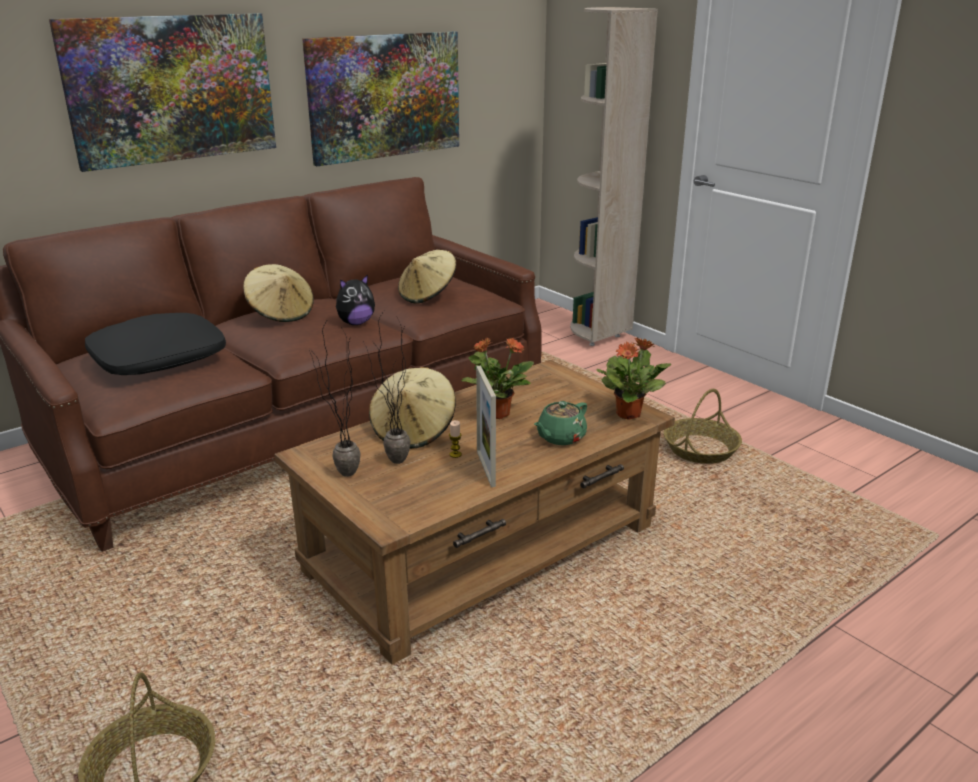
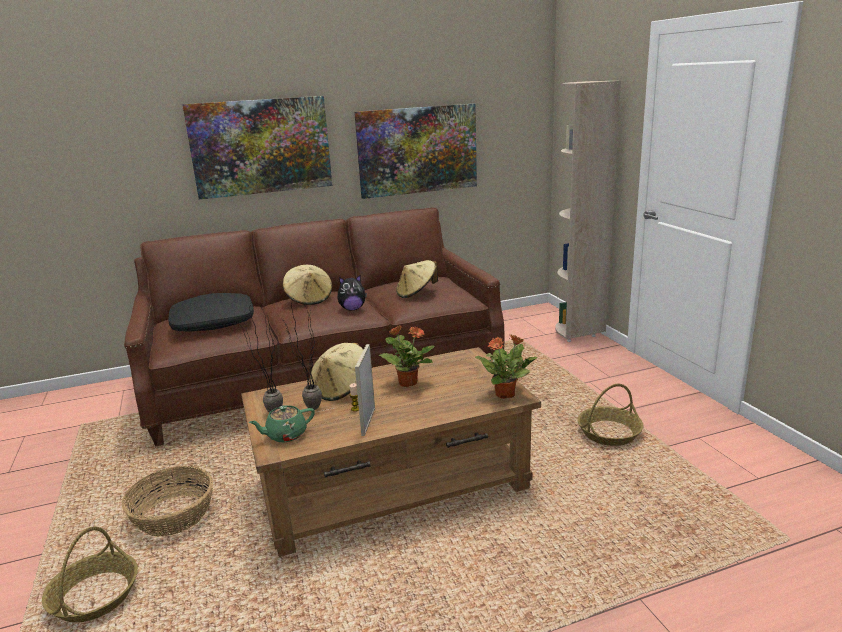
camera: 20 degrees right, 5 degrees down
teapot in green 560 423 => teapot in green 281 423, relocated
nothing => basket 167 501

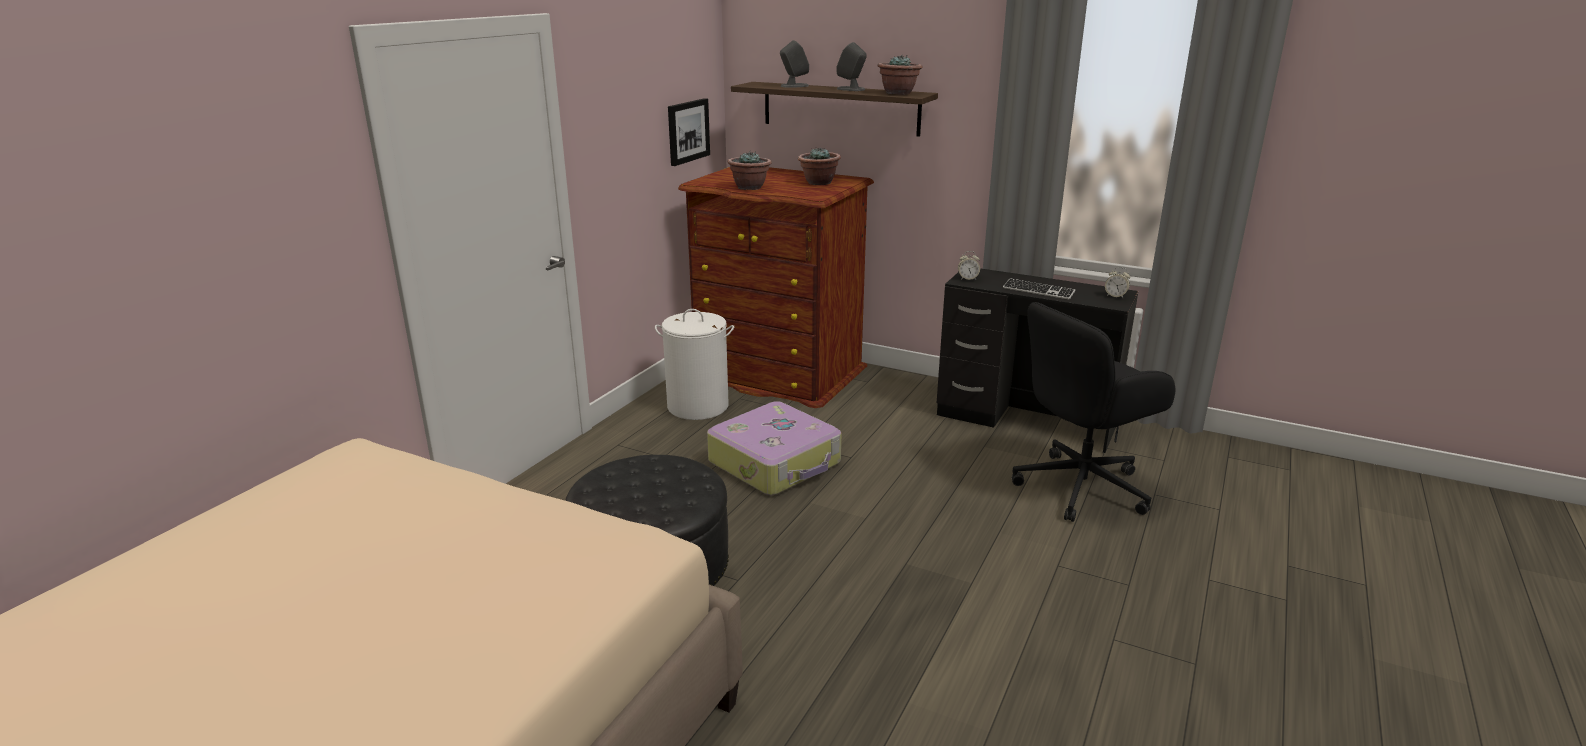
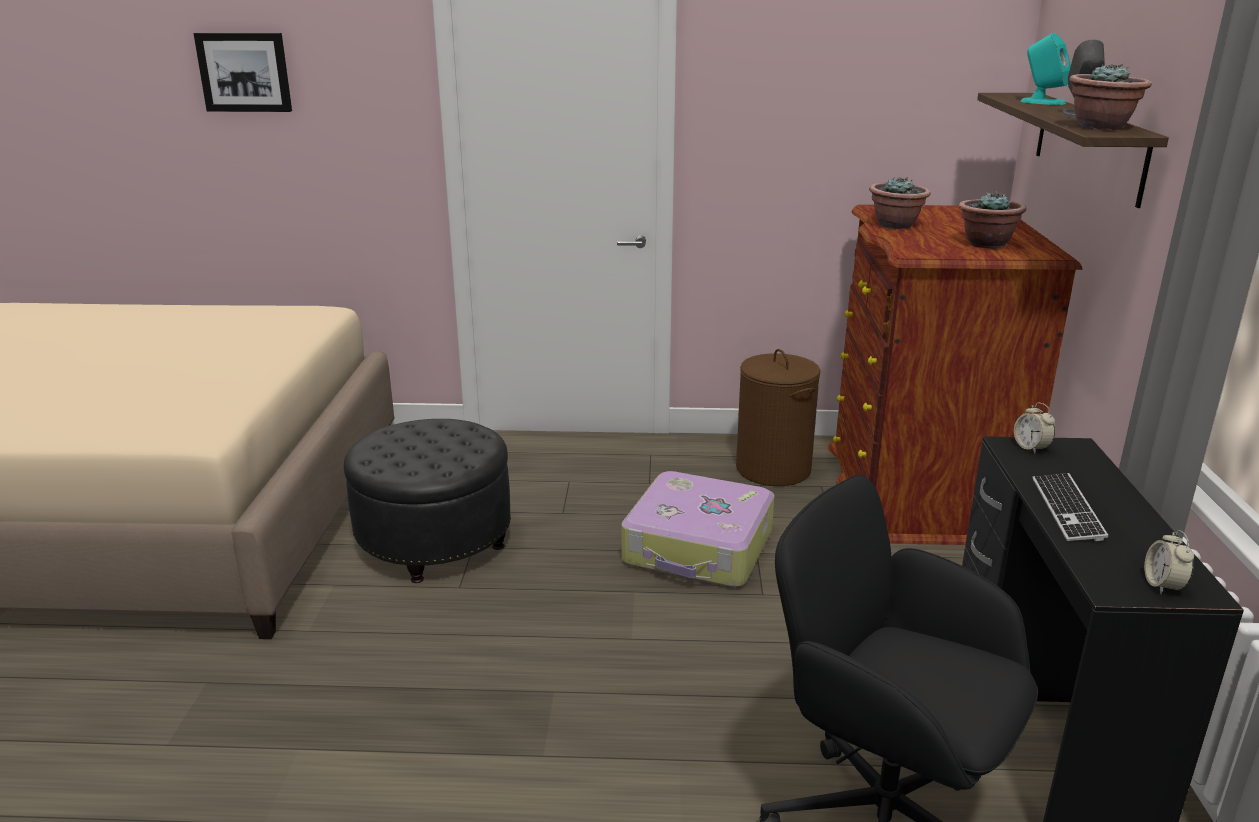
camera: 65 degrees right, 0 degrees up
laundry basket in white 694 364 => laundry basket in brown 778 417
picture 689 132 => picture 242 72, relocated
speaker in grey 794 64 => speaker in turquoise 1045 69

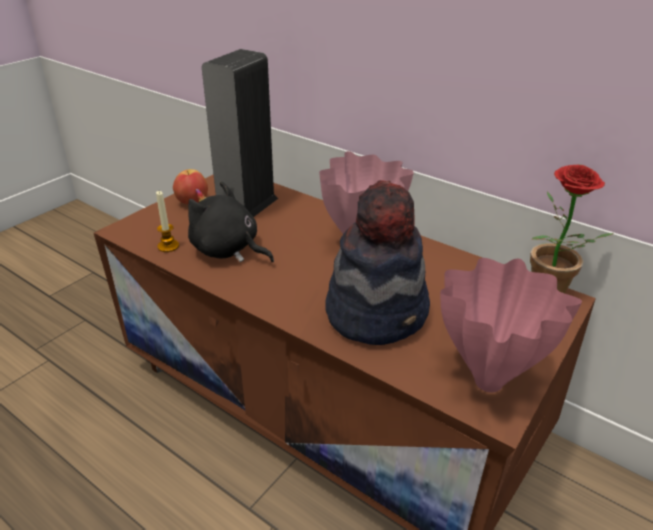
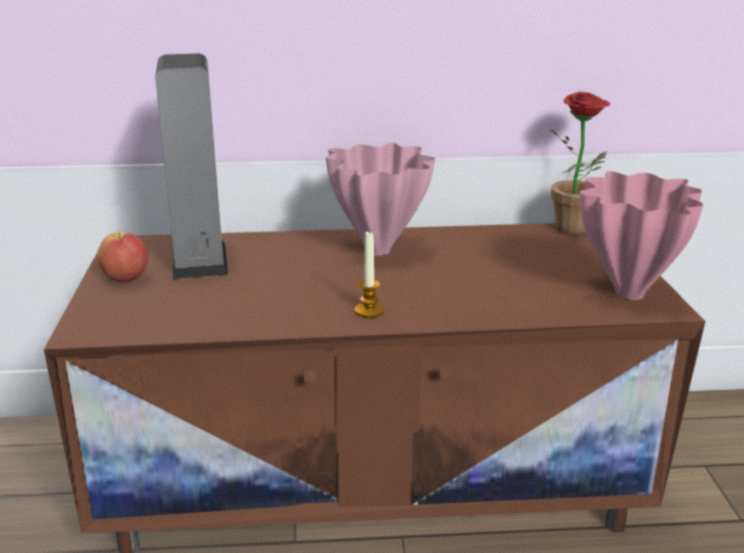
camera: 40 degrees left, 10 degrees down
candle 167 221 => candle 369 274, relocated
plush toy in black 231 221 => nothing
hat 377 262 => nothing

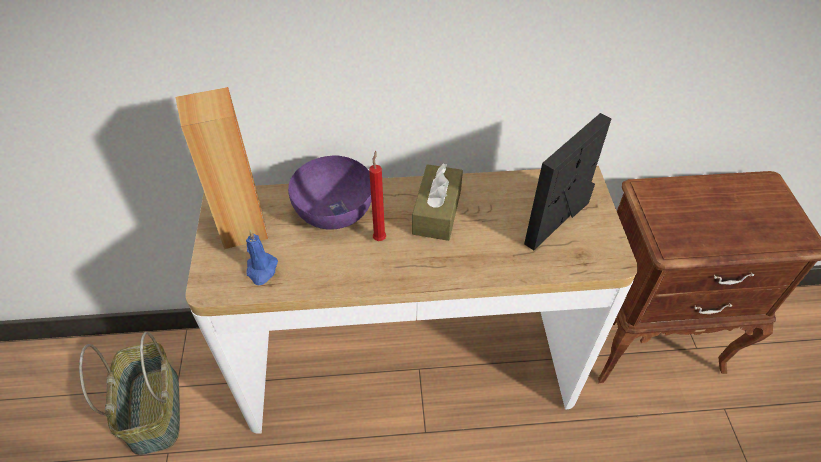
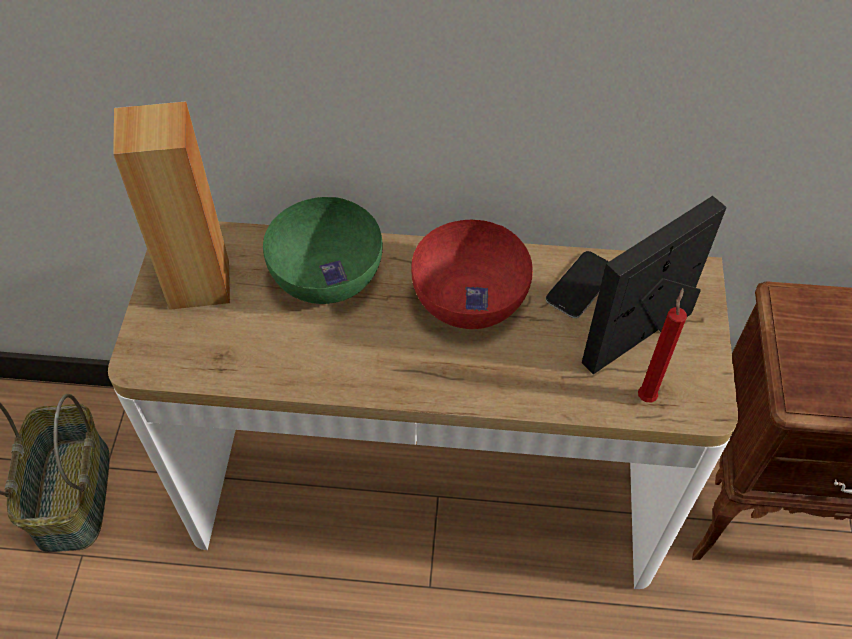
camera: 10 degrees right, 5 degrees up
candle in blue 262 257 => nothing
bowl in purple 329 192 => bowl in green 323 250
candle in red 377 196 => candle in red 662 345, relocated
tissue box in brown 437 202 => bowl in red 472 274
nothing => phone 577 284

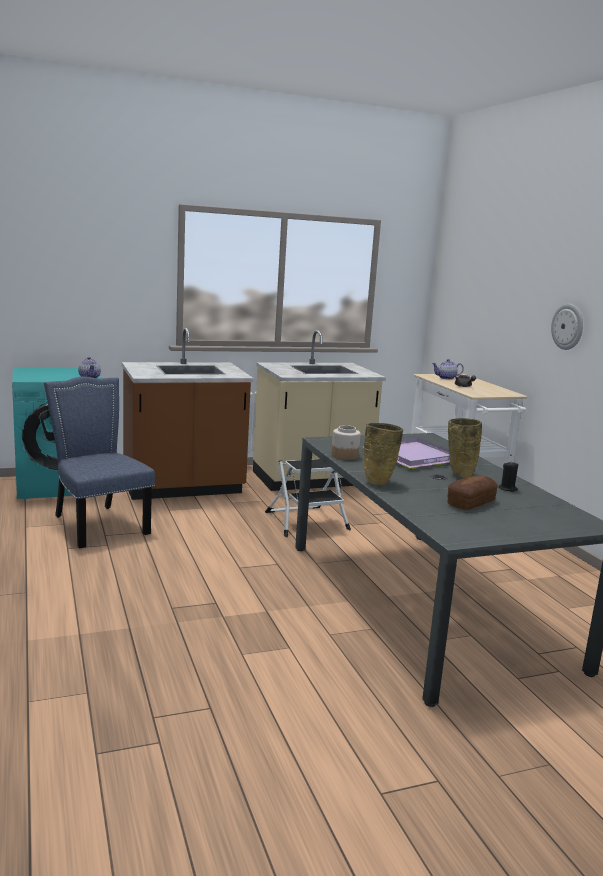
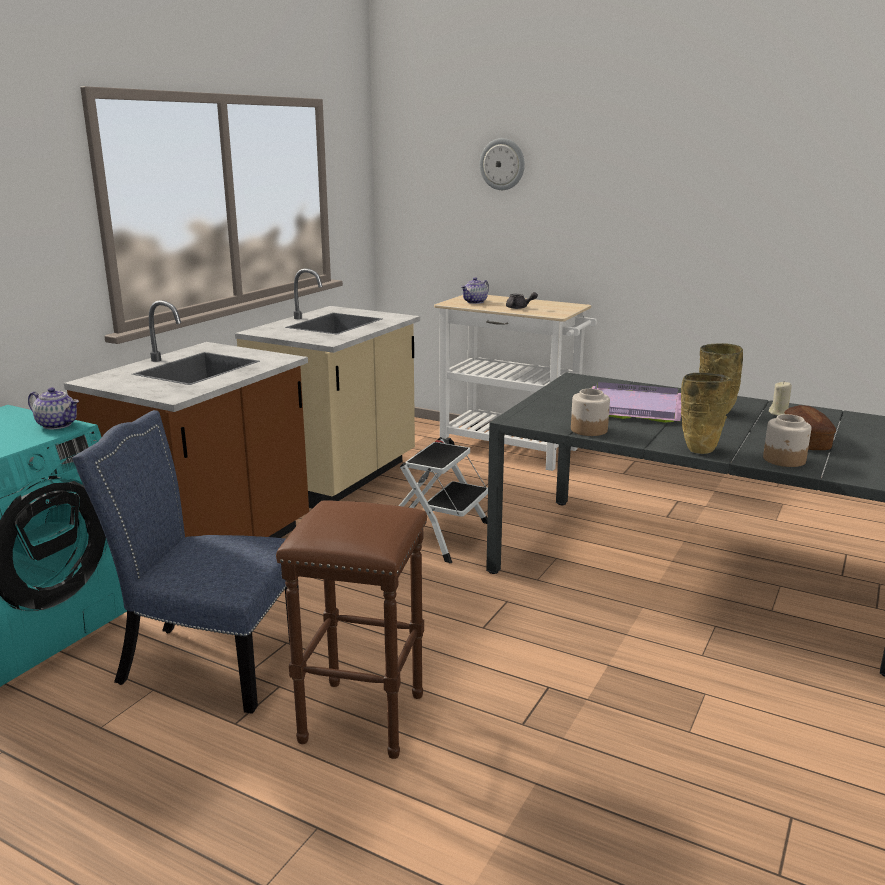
camera: 40 degrees left, 5 degrees up
candle in black 508 476 => candle in beige 780 398
wall clock 567 327 => wall clock 502 164, relocated
nothing => stool in brown 351 629
nothing => jar 787 440

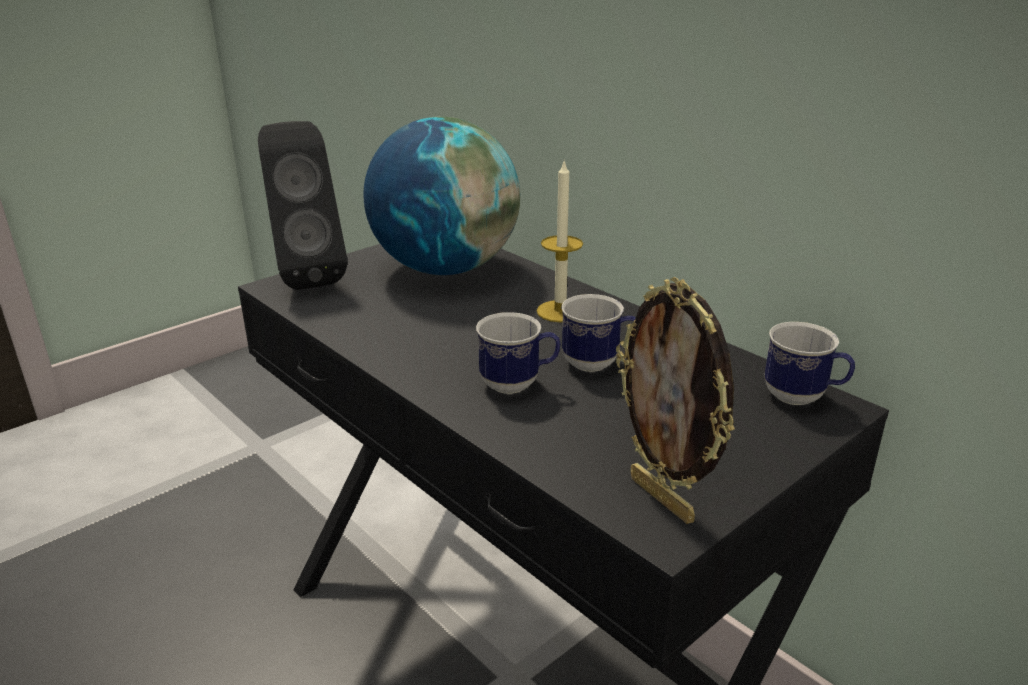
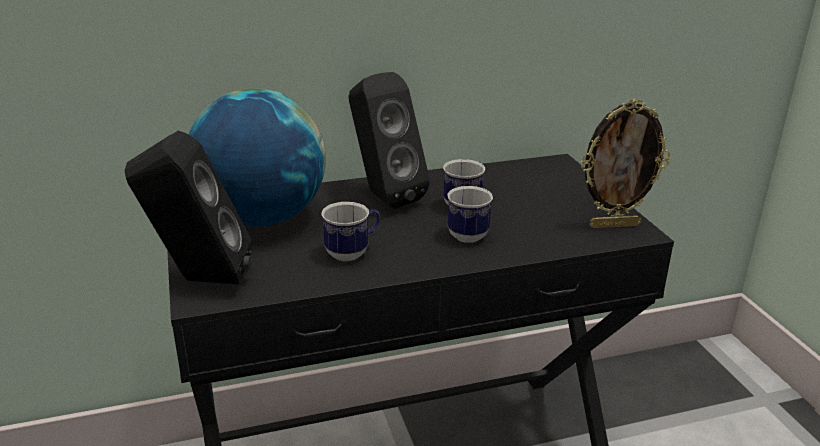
camera: 65 degrees left, 0 degrees up
candle 559 240 => speaker in black 389 140
mug 810 363 => mug 350 231, relocated

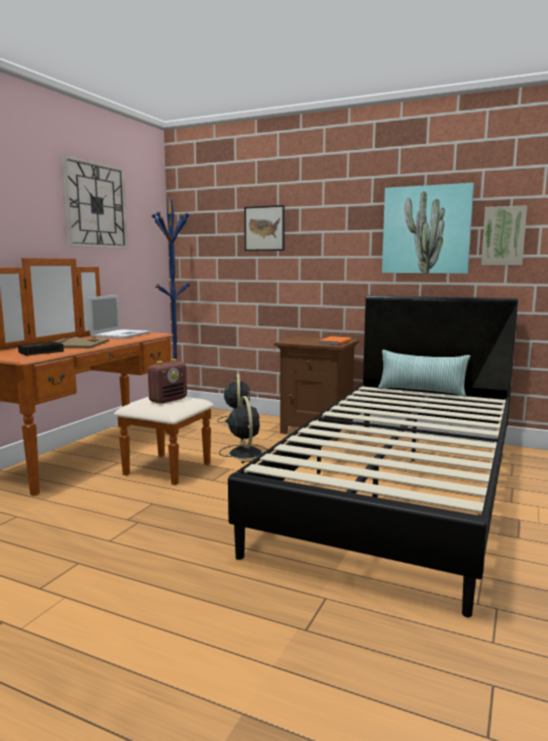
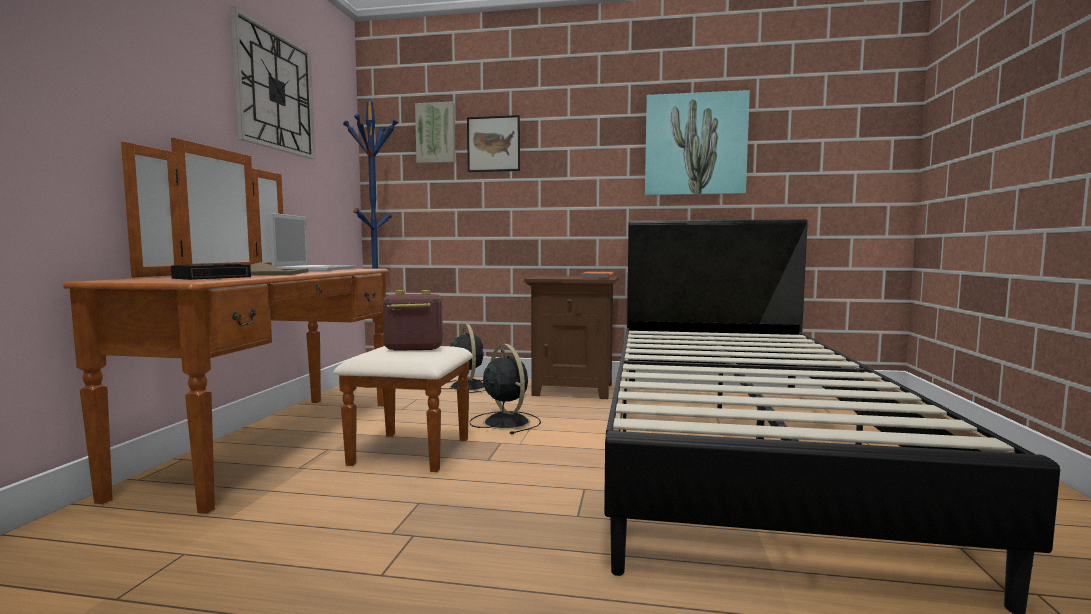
camera: 15 degrees left, 5 degrees down
radio 167 381 => radio 413 320, 120 degrees counterclockwise
pillow 424 373 => nothing
picture 504 235 => picture 435 132, relocated

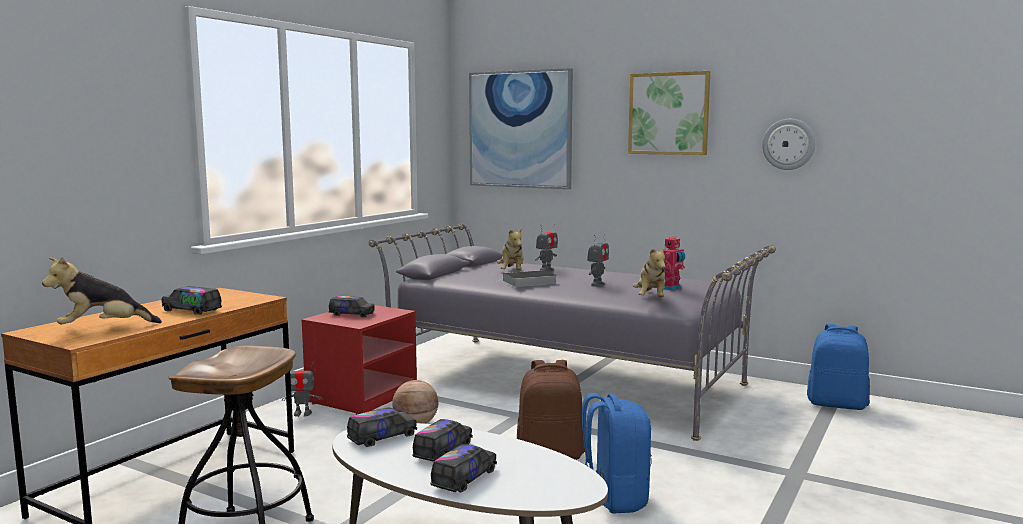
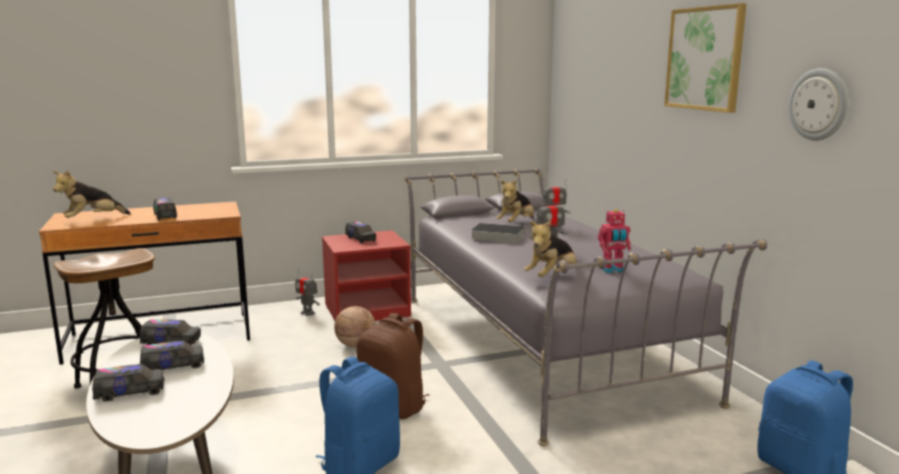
camera: 40 degrees right, 5 degrees up
plush toy 102 290 => plush toy 92 194, 60 degrees counterclockwise
picture 521 128 => nothing

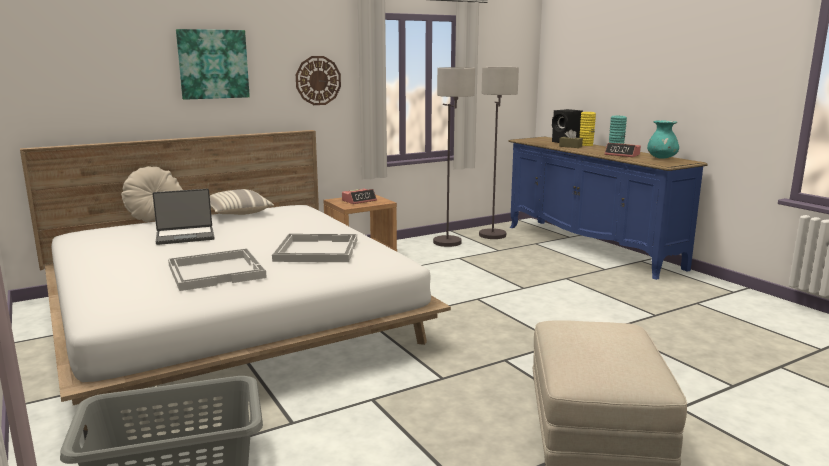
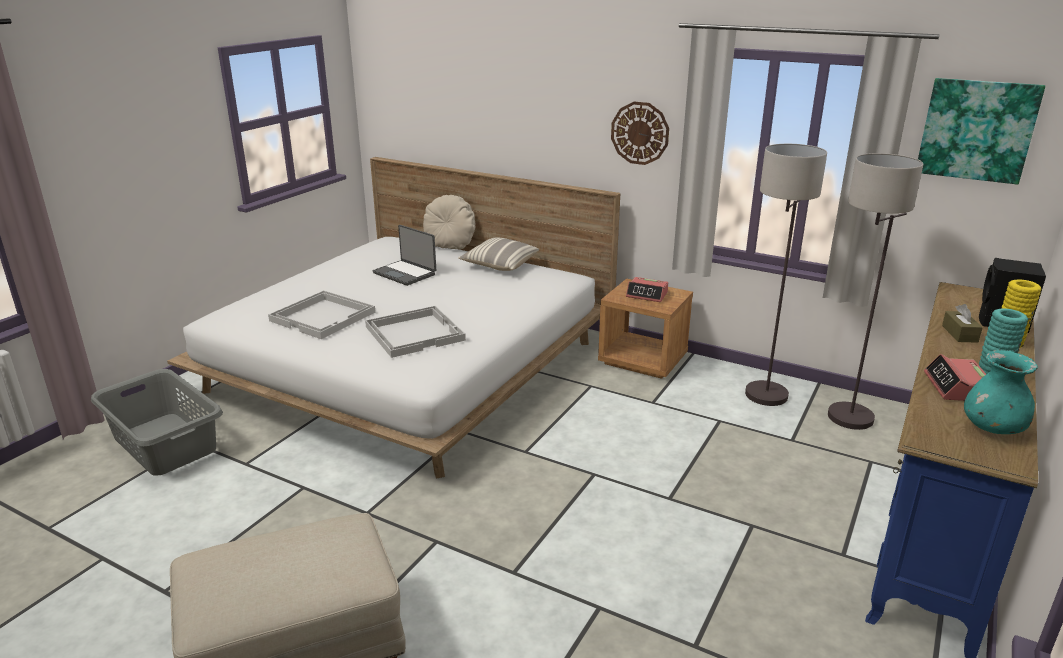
camera: 60 degrees right, 10 degrees up
picture 213 64 => picture 981 131, relocated

